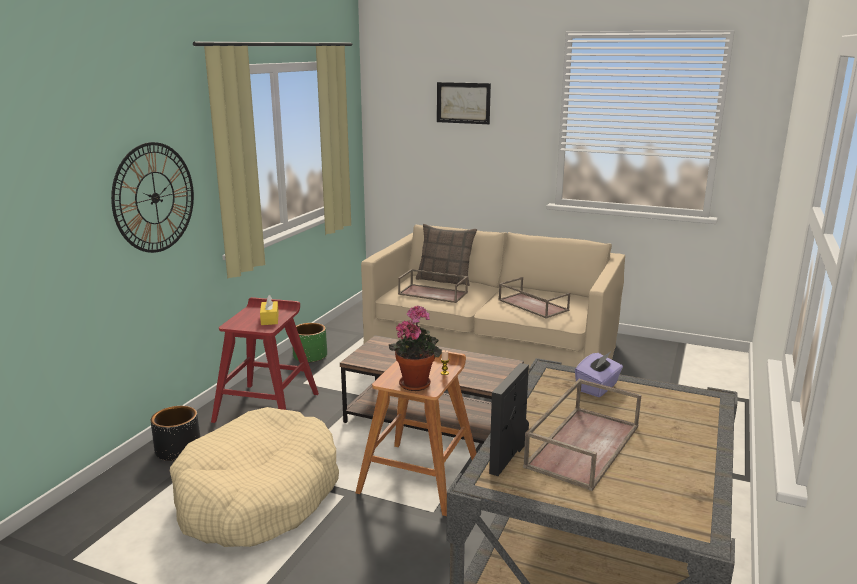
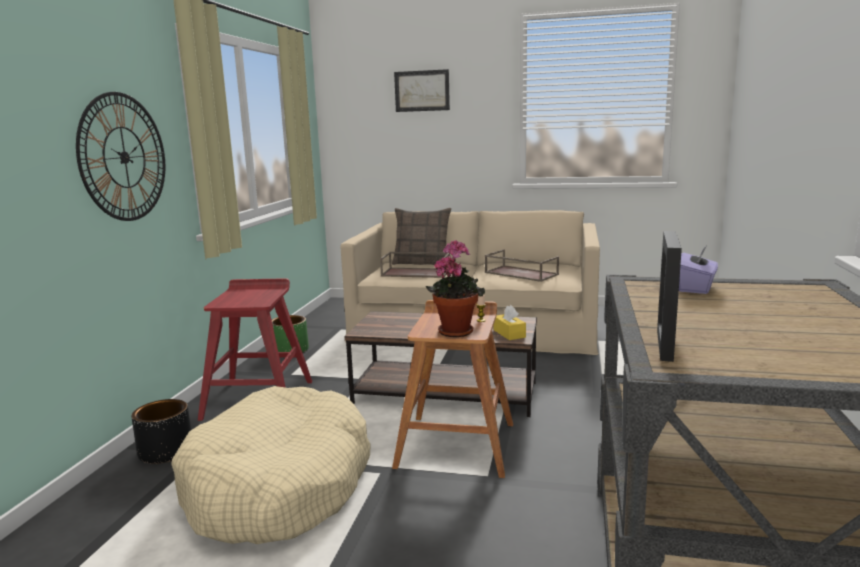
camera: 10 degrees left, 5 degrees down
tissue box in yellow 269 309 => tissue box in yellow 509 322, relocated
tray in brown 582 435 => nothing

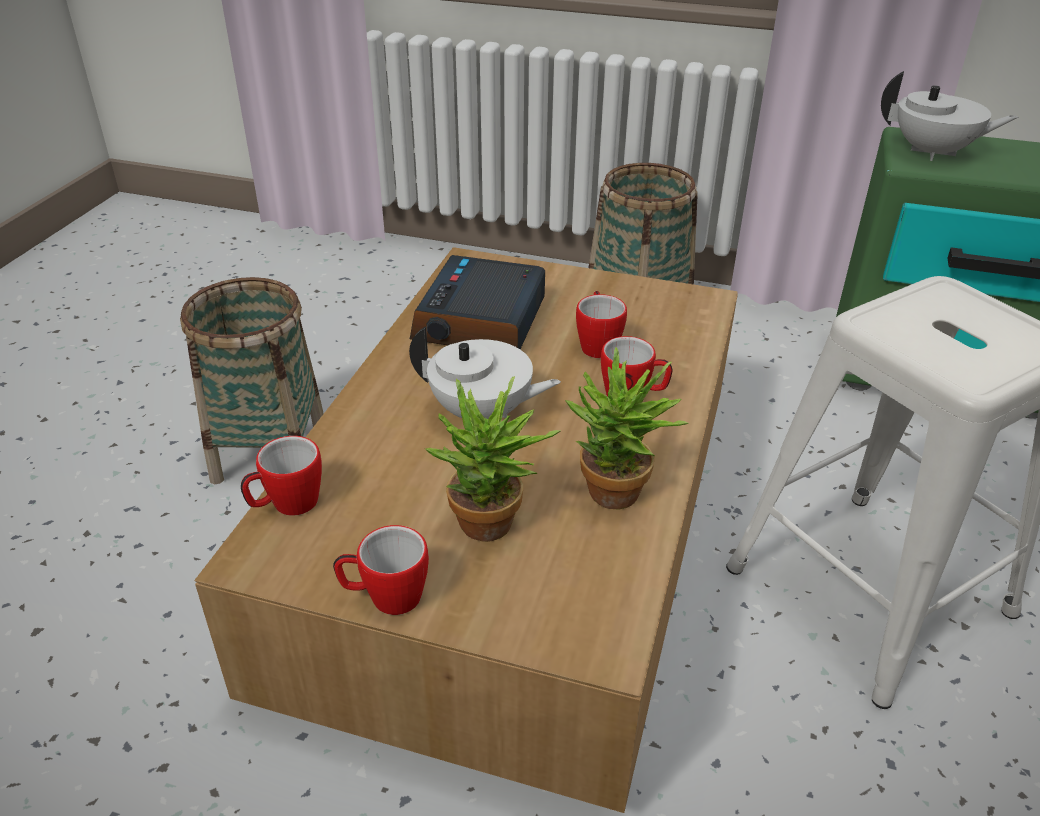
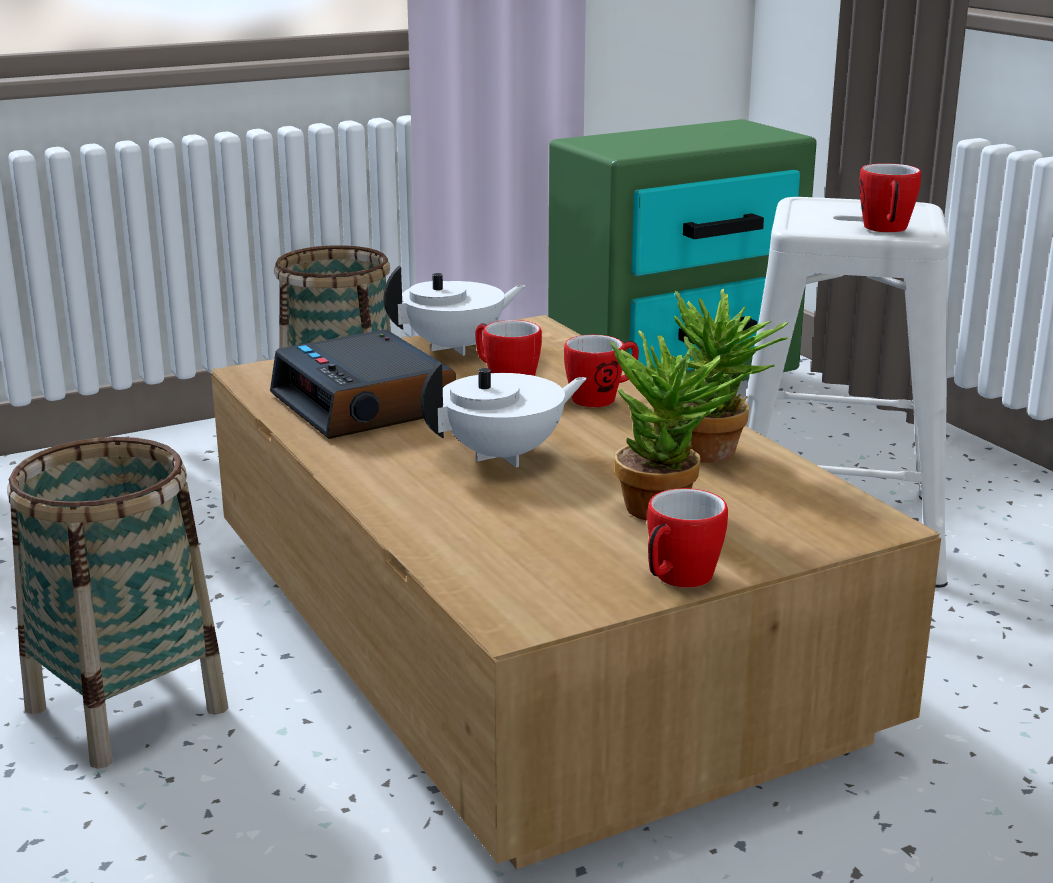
camera: 45 degrees left, 15 degrees down
mug 281 476 => mug 890 198, relocated
teapot in white 949 116 => teapot in white 455 311, relocated

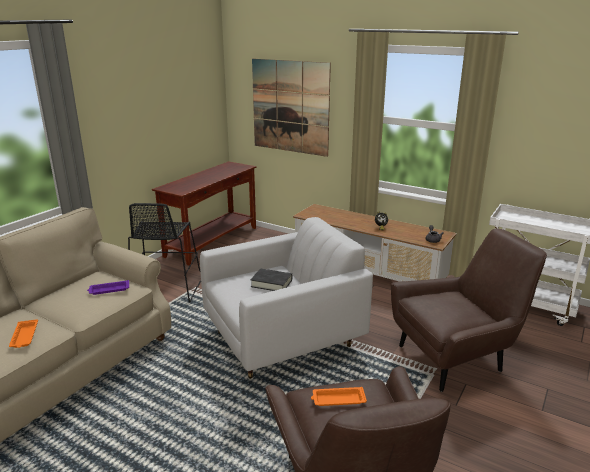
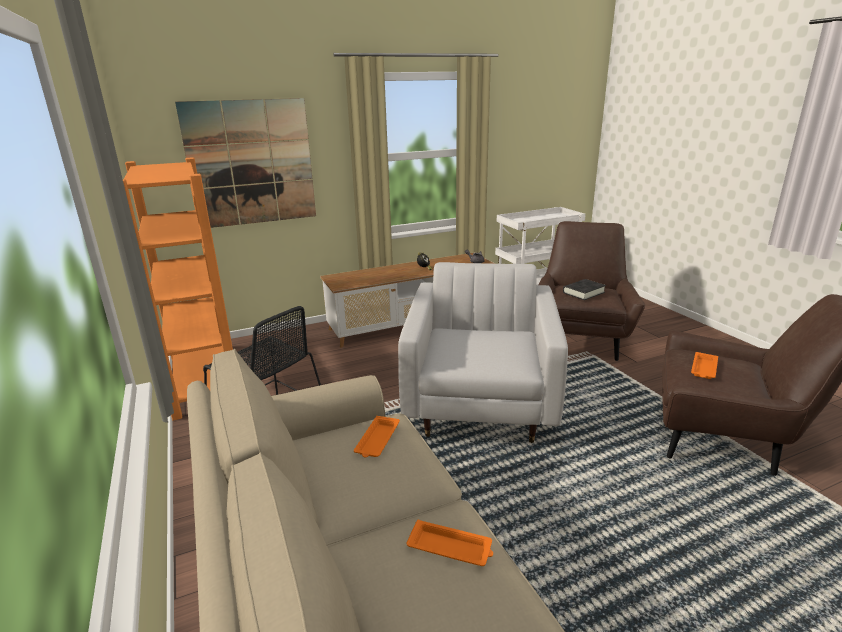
camera: 55 degrees left, 0 degrees up
tray in purple 108 287 => tray in orange 377 437
console table in brown 204 213 => bookcase in orange 178 289
book in black 271 279 => book in black 584 289, relocated

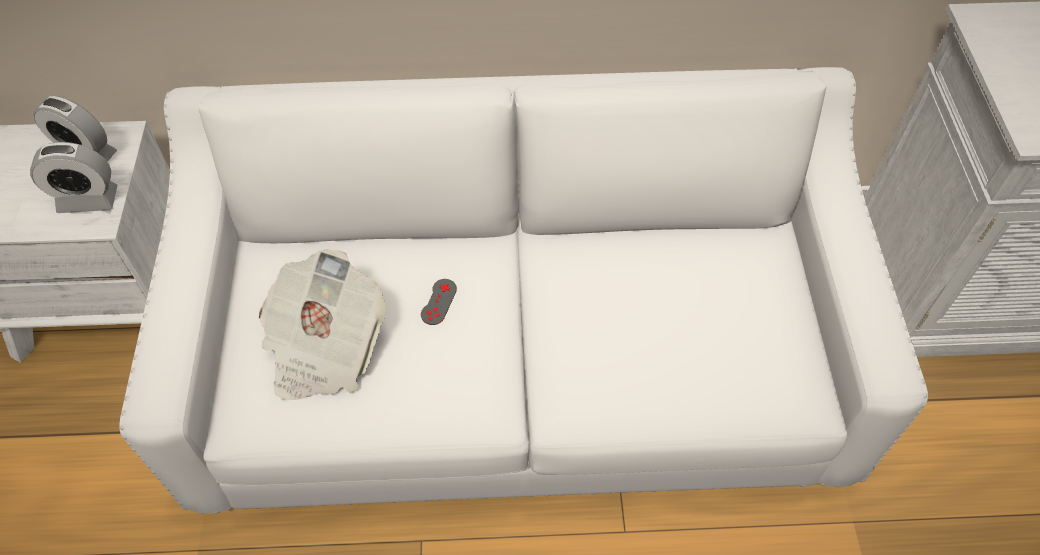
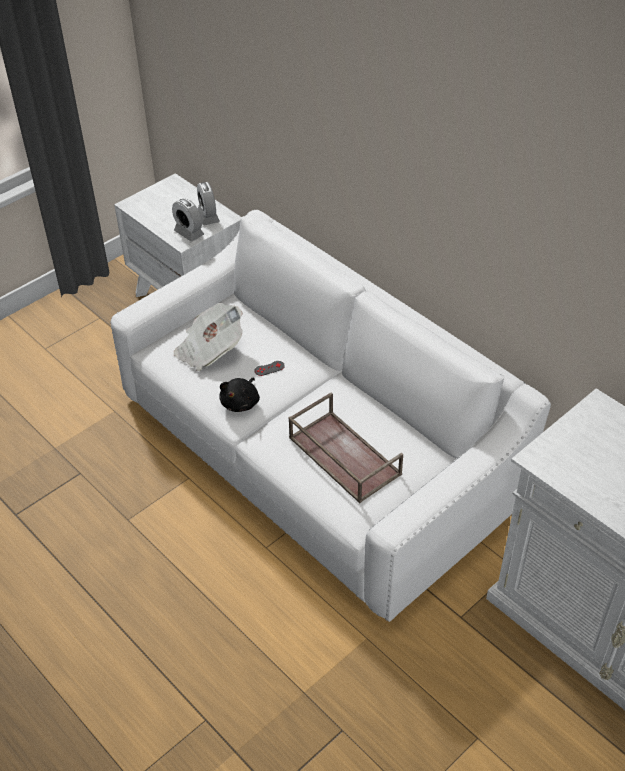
camera: 50 degrees right, 10 degrees down
nothing => plush toy in black 239 395
nothing => tray in brown 345 447

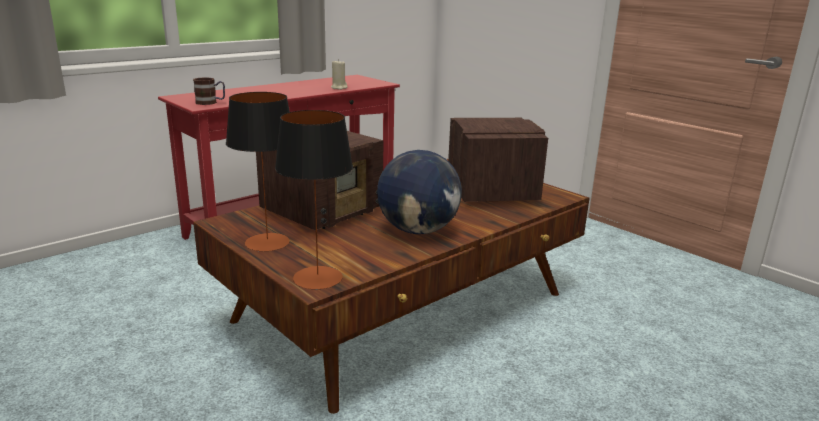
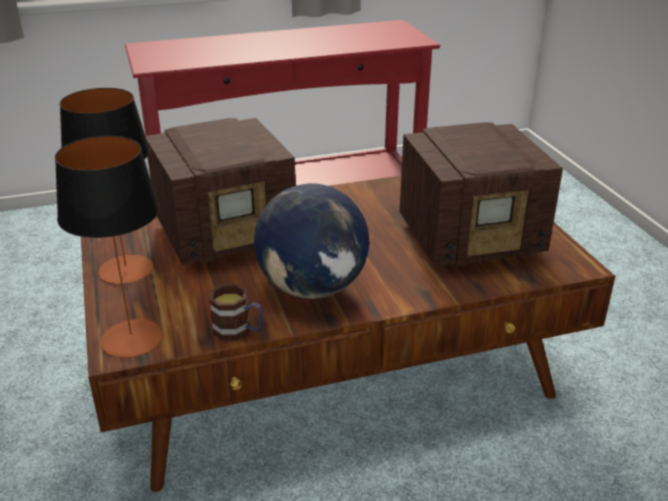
camera: 25 degrees right, 10 degrees up
mug 209 91 => mug 236 312, relocated
candle in beige 339 74 => nothing
radio 498 160 => radio 481 194, 60 degrees clockwise

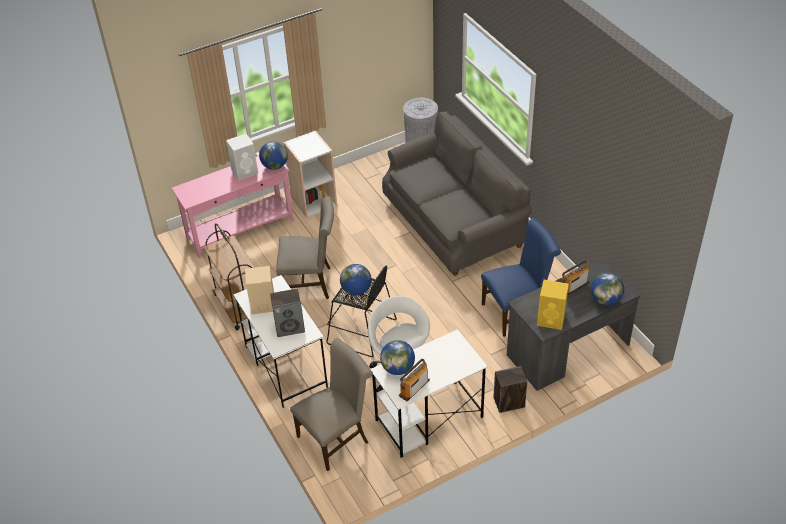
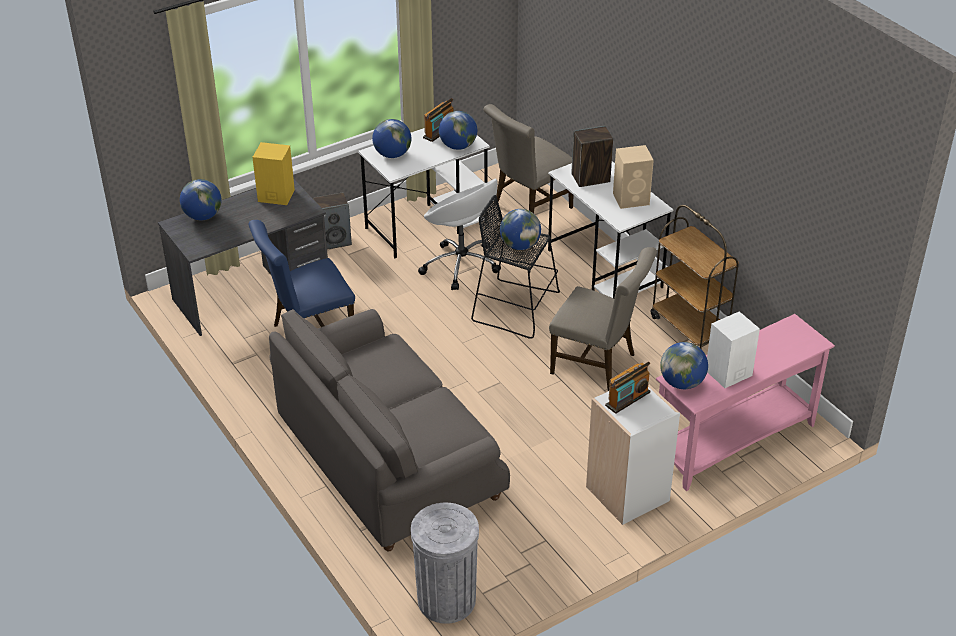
camera: 175 degrees right, 5 degrees down
chair in beige 305 247 => chair in beige 603 319, 150 degrees counterclockwise
radio 575 277 => radio 627 388, relocated
nothing => globe 391 138

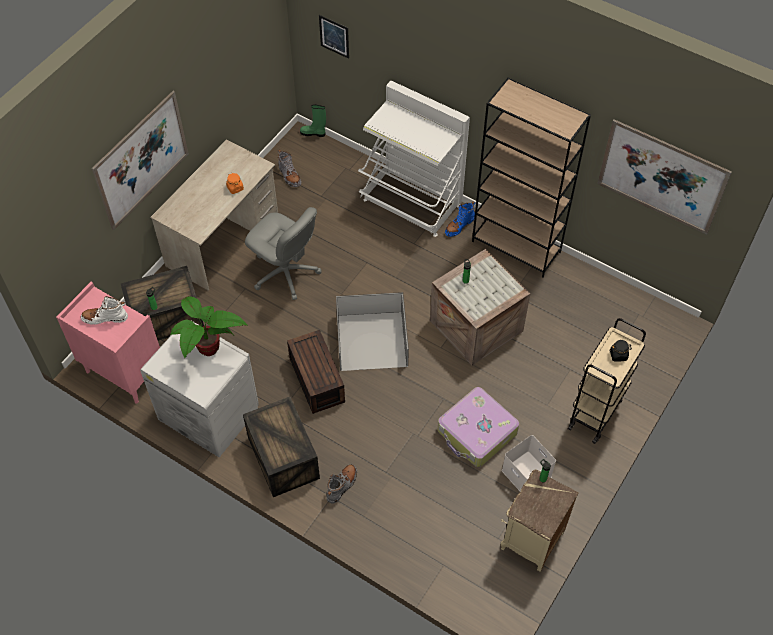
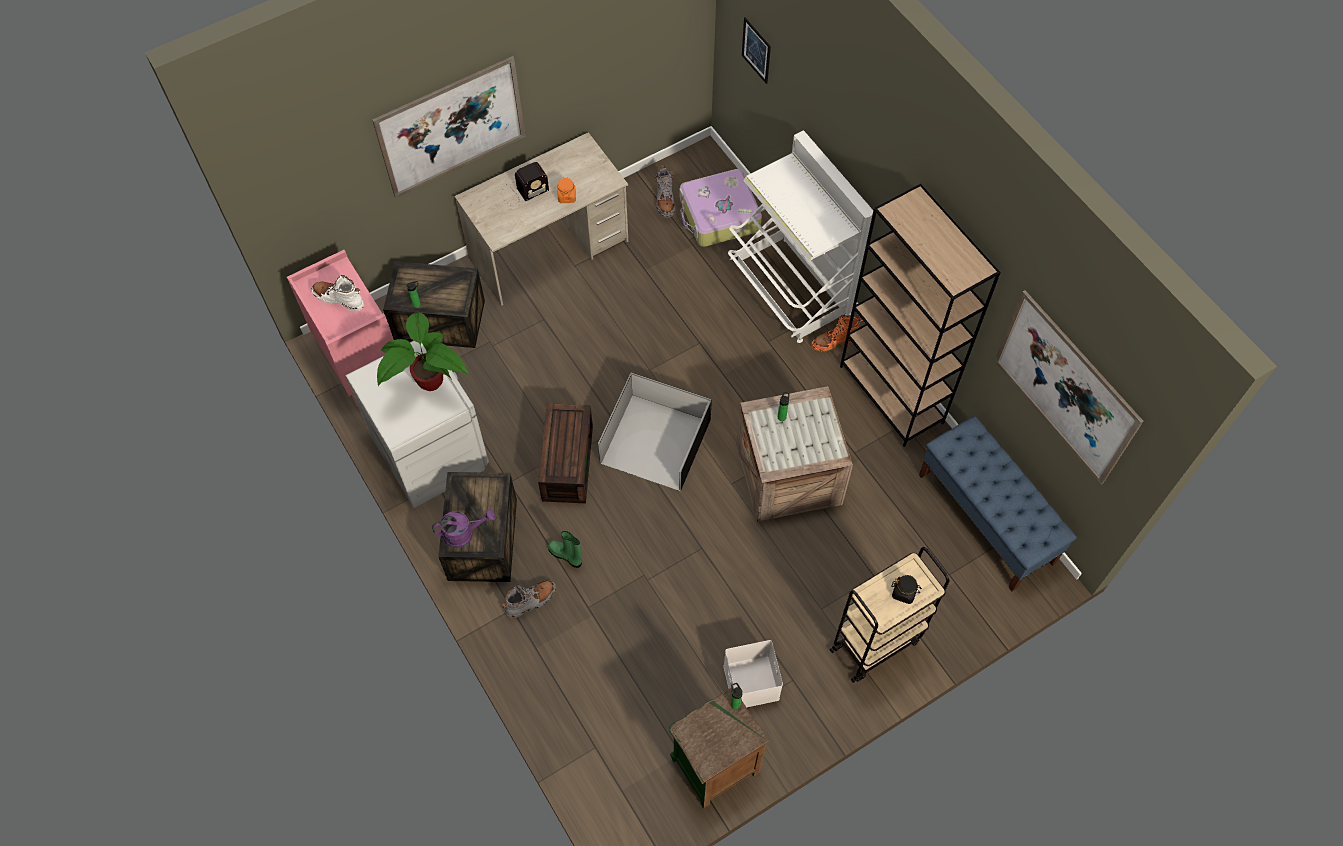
camera: 25 degrees right, 5 degrees up
office chair in grey 283 253 => nothing
boot in green 313 121 => boot in green 565 549, relocated
suitcase 478 427 => suitcase 720 208, relocated
boot in blue 460 219 => boot in orange 837 333
nightstand in beige 539 521 => nightstand in green 719 748
nothing => watering can in purple 464 528
nothing => radio 525 184
nothing => bench in blue 998 504

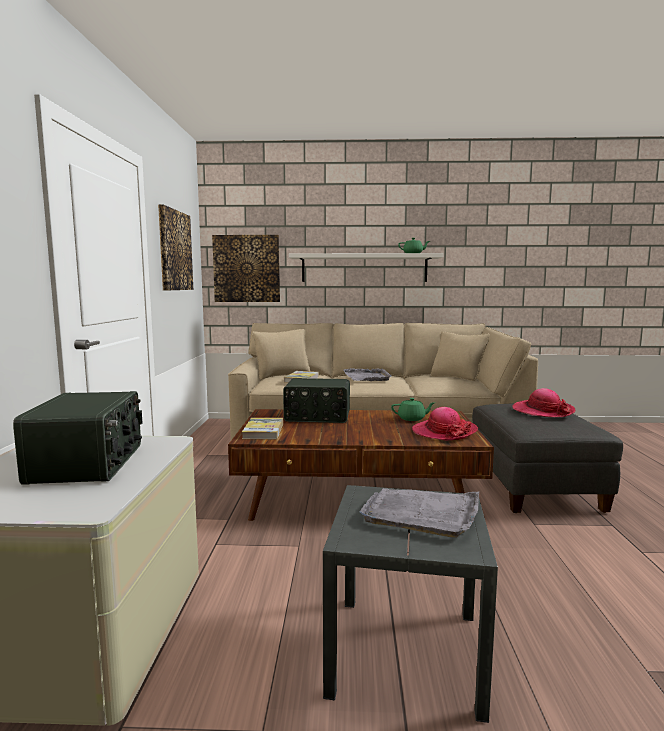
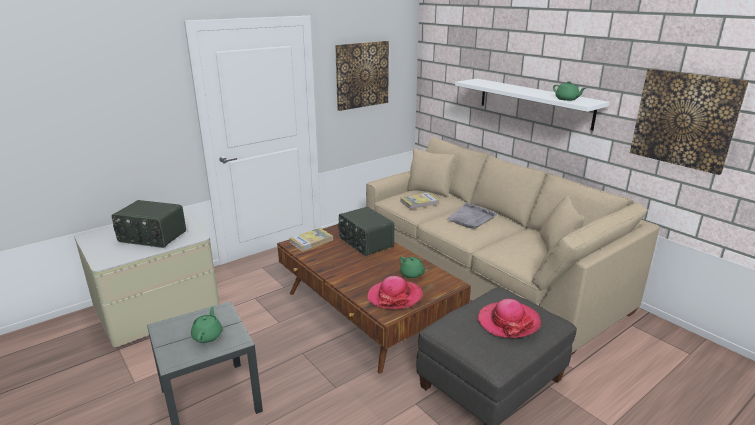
camera: 50 degrees right, 15 degrees up
radio 77 438 => radio 149 224, 60 degrees clockwise
picture 246 268 => picture 689 122, relocated
tray in grey 419 513 => teapot in green 206 324

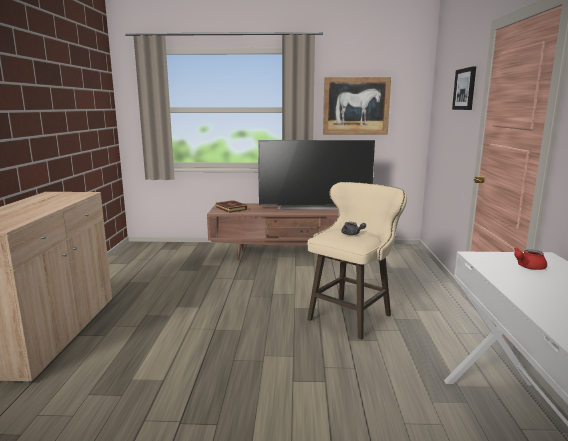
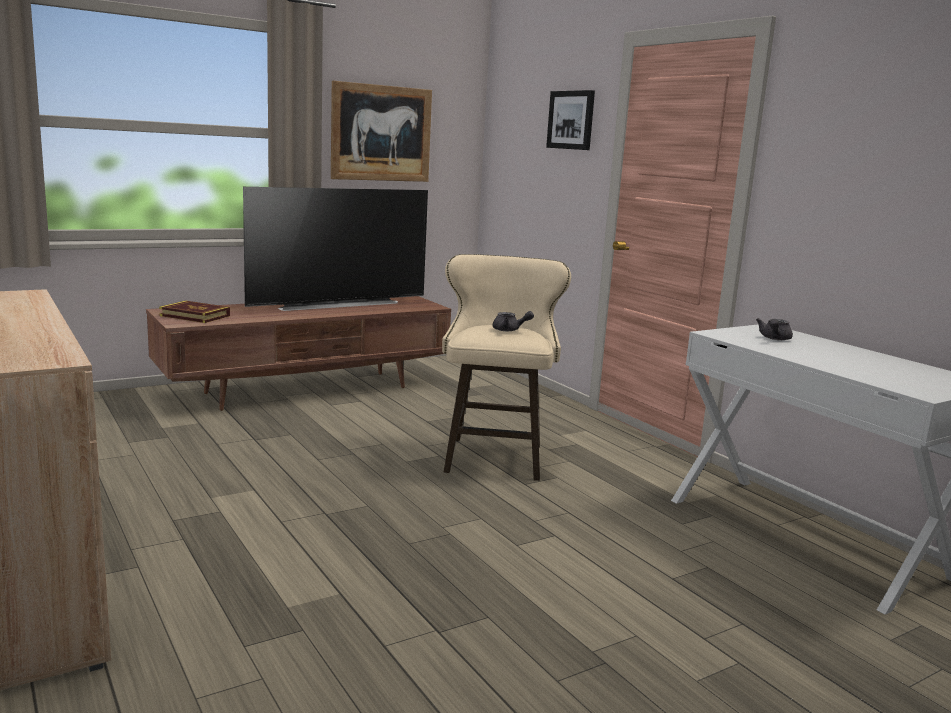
camera: 35 degrees left, 0 degrees up
teapot in red 530 258 => teapot in grey 774 329

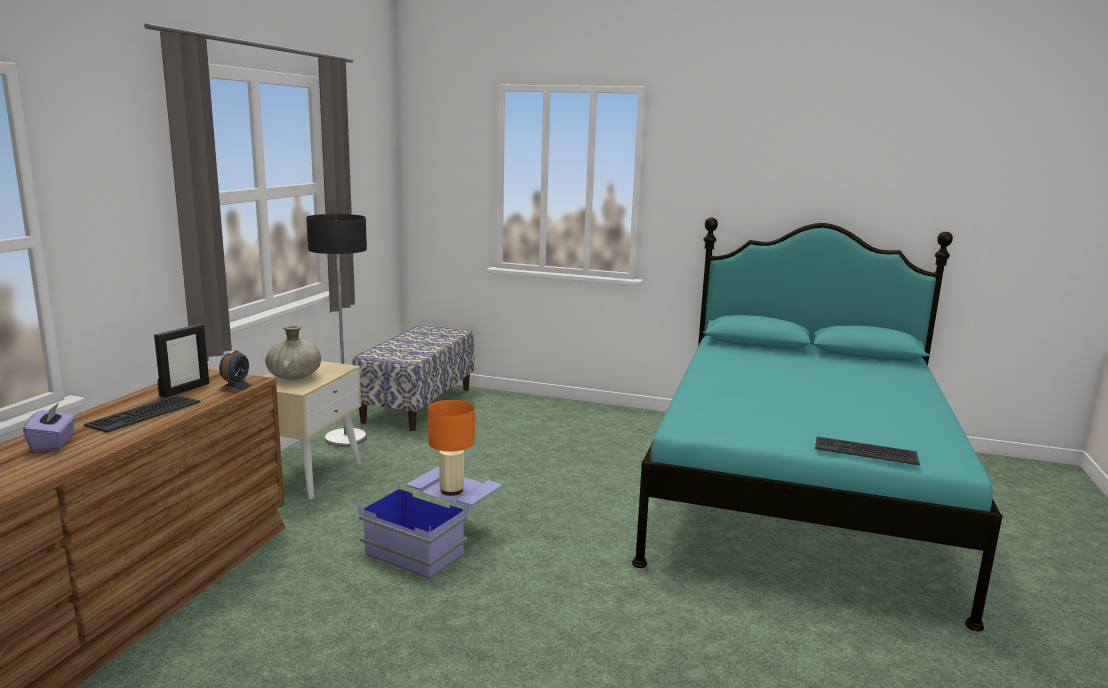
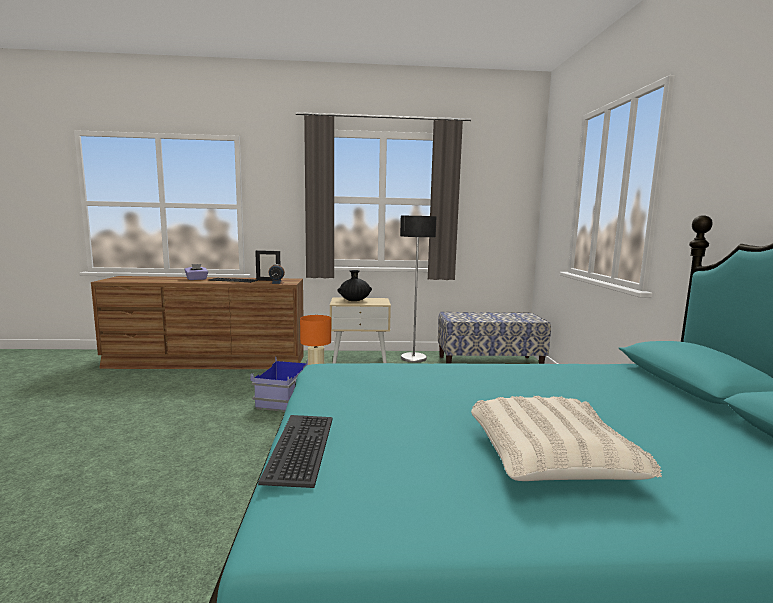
camera: 70 degrees right, 5 degrees down
vase in beige 293 352 => vase in black 354 285
nothing => pillow in beige 566 438

